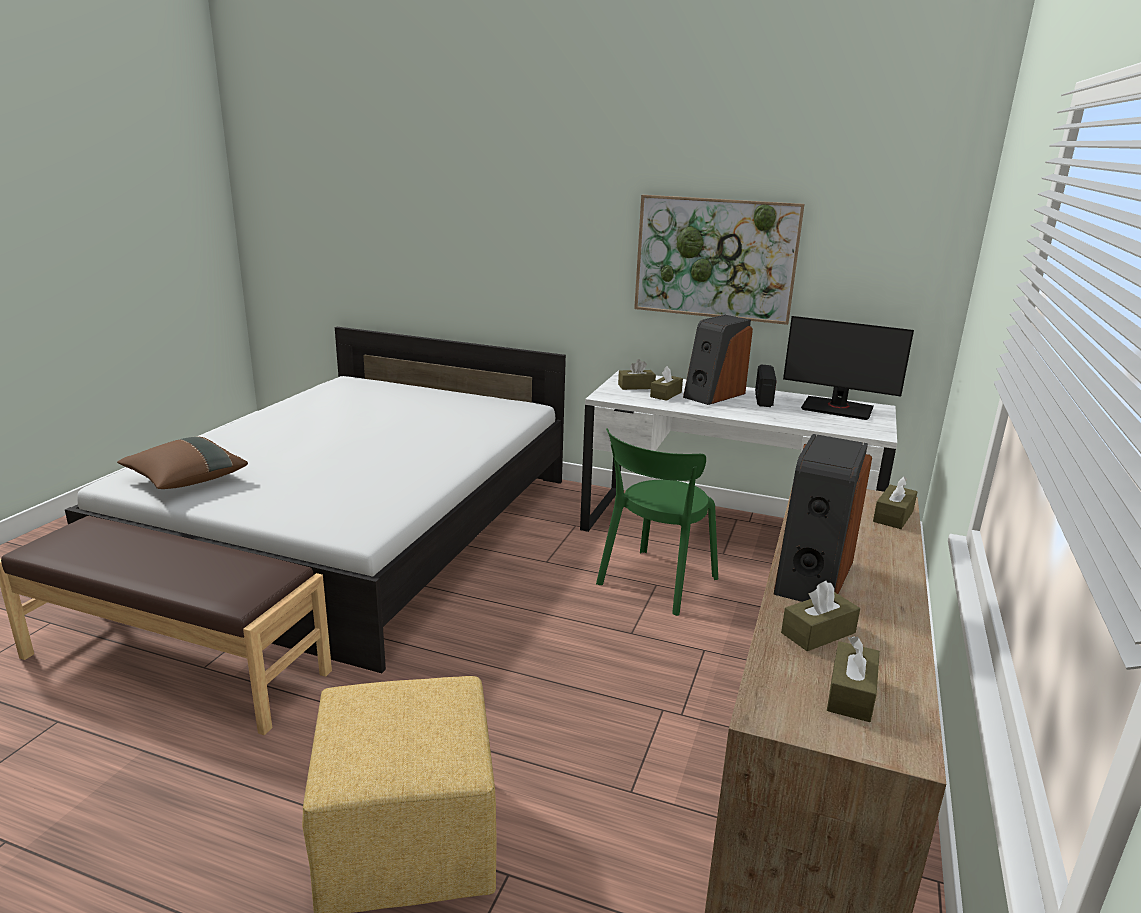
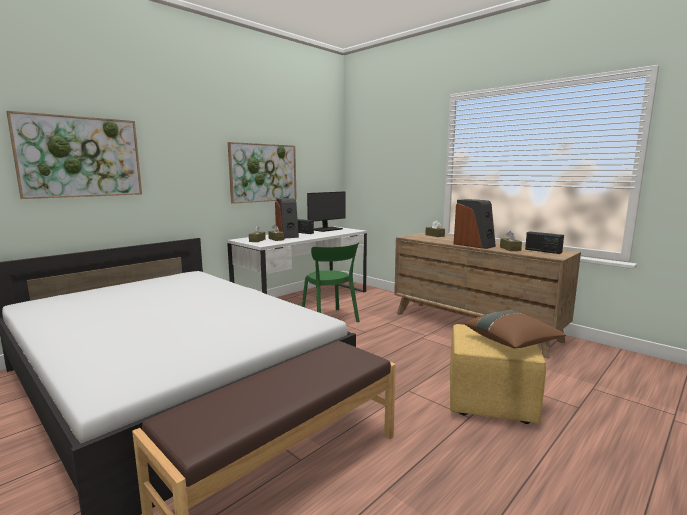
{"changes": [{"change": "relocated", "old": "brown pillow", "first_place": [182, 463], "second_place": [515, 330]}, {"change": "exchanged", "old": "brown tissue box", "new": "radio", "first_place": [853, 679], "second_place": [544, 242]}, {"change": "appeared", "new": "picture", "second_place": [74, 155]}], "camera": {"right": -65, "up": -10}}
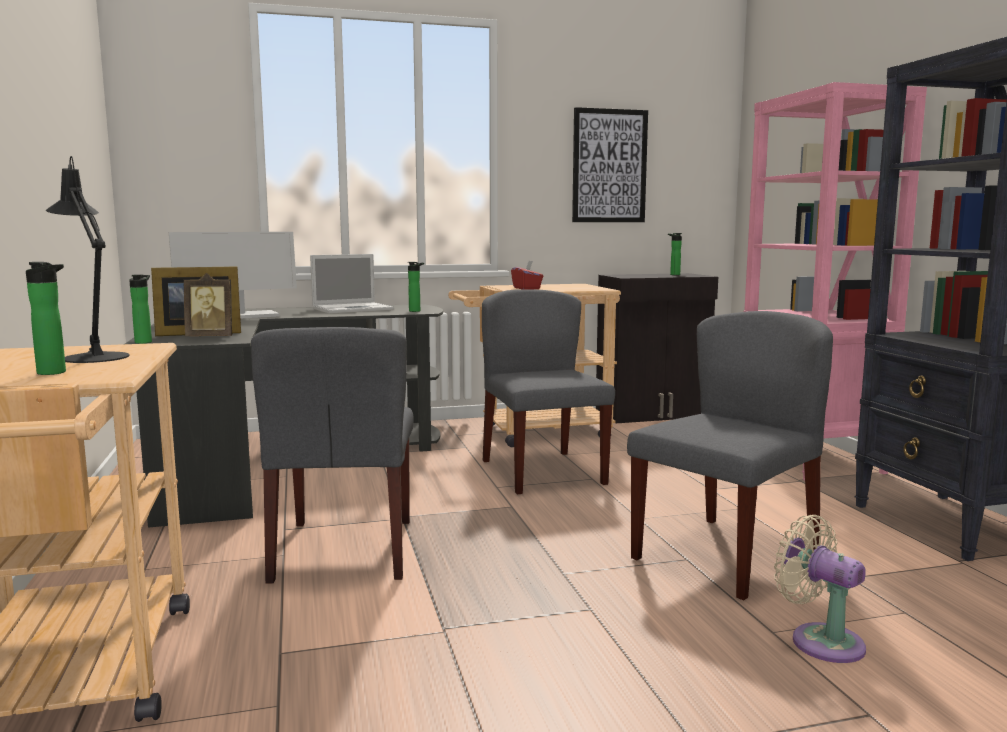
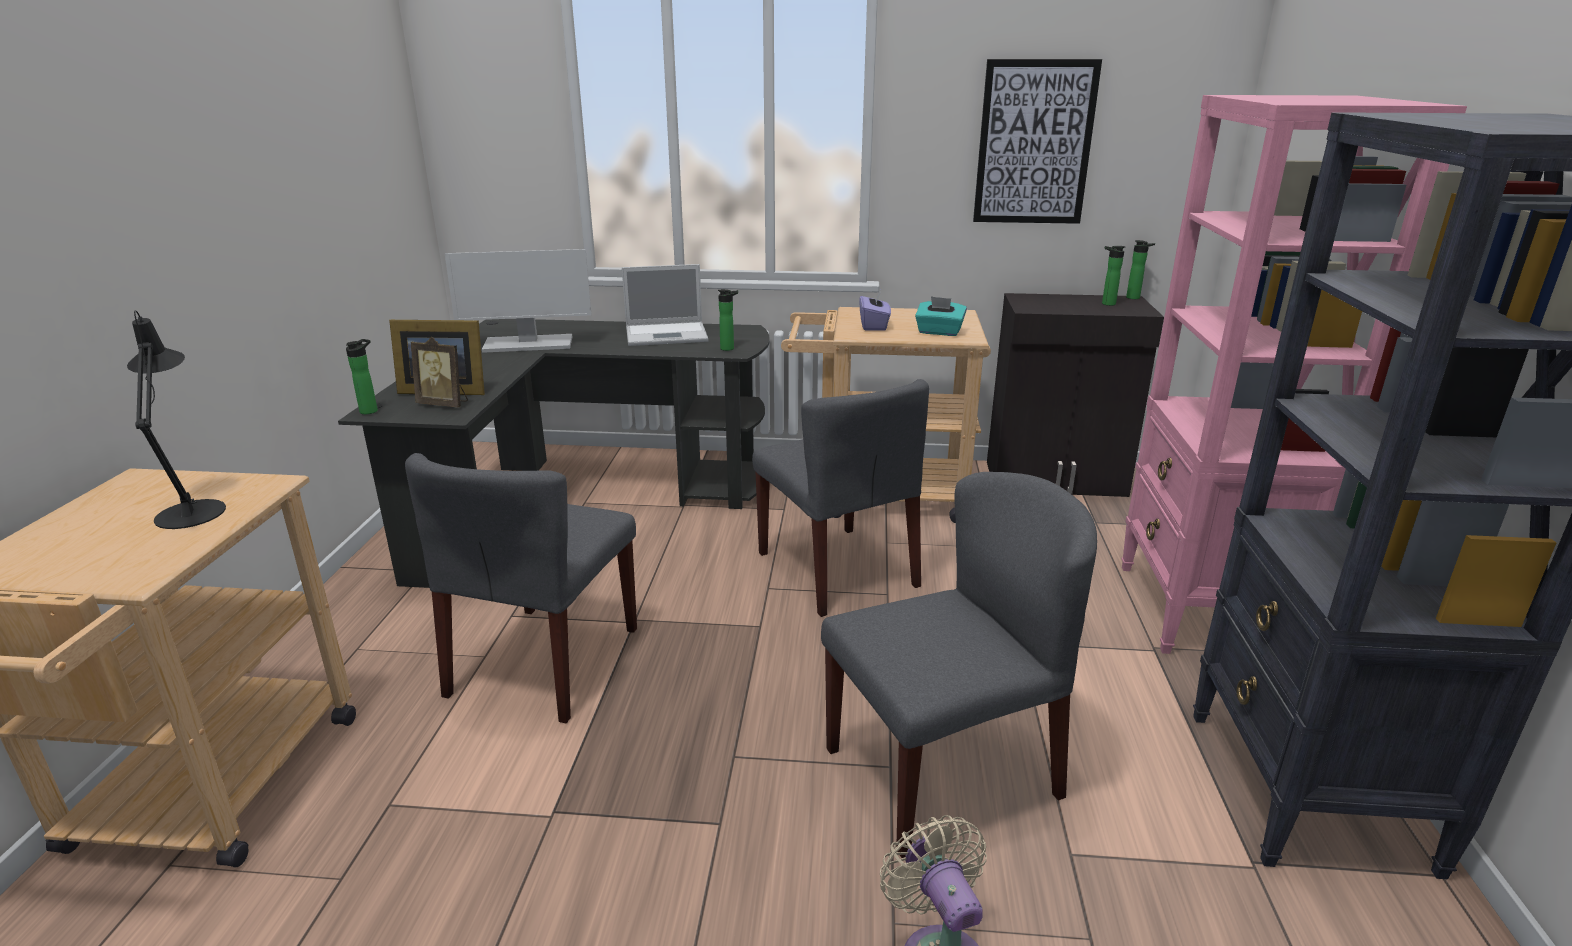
{"changes": [{"change": "relocated", "old": "bottle", "first_place": [46, 318], "second_place": [1140, 269]}, {"change": "spun", "old": "grey chair", "first_place": [548, 392], "second_place": [840, 498], "degrees": 150}, {"change": "colour", "old": "red tissue box", "new": "purple tissue box", "first_place": [527, 275], "second_place": [875, 310]}, {"change": "appeared", "new": "turquoise tissue box", "second_place": [941, 316]}], "camera": {"right": 20, "up": 15}}
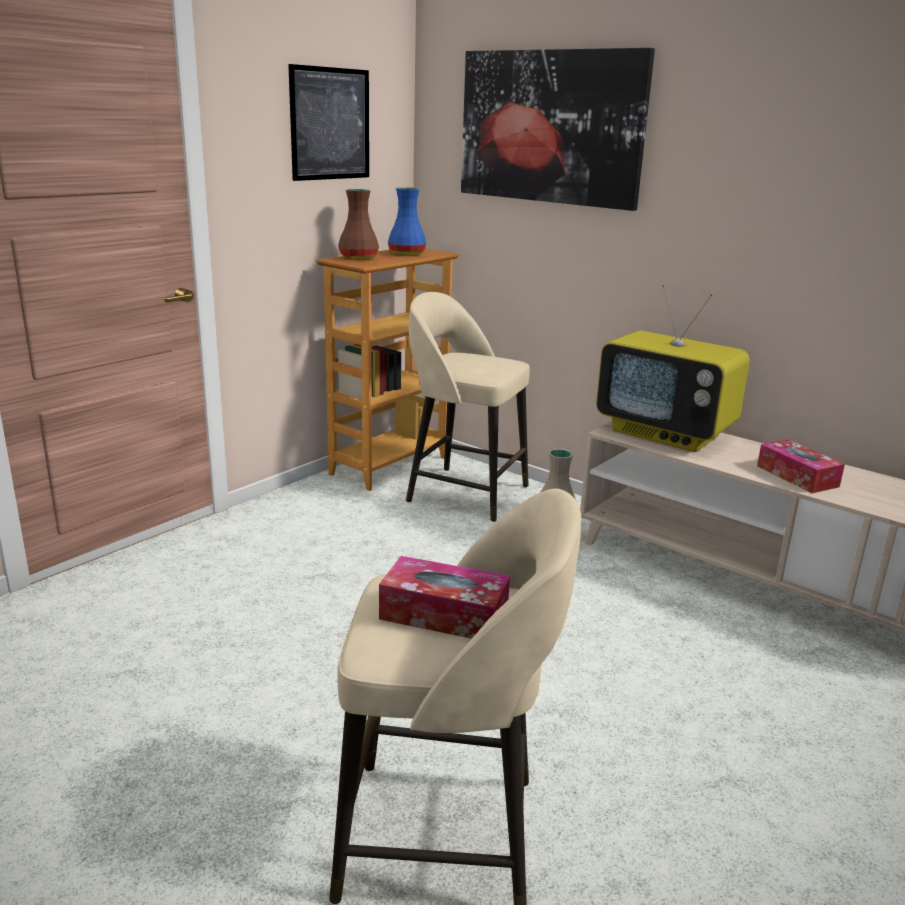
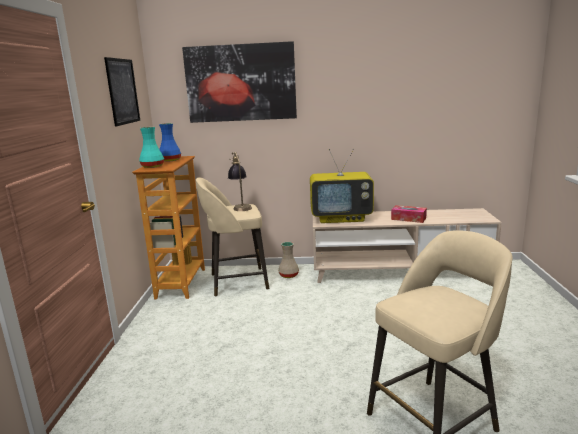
{"changes": [{"change": "colour", "old": "brown vase", "new": "turquoise vase", "first_place": [358, 224], "second_place": [151, 147]}, {"change": "missing", "old": "tissue box", "first_place": [444, 597]}, {"change": "appeared", "new": "table lamp", "second_place": [240, 181]}], "camera": {"right": -35, "up": -5}}
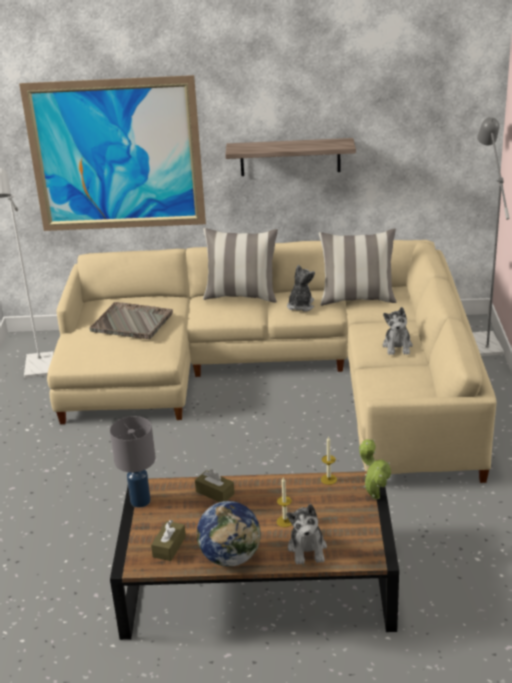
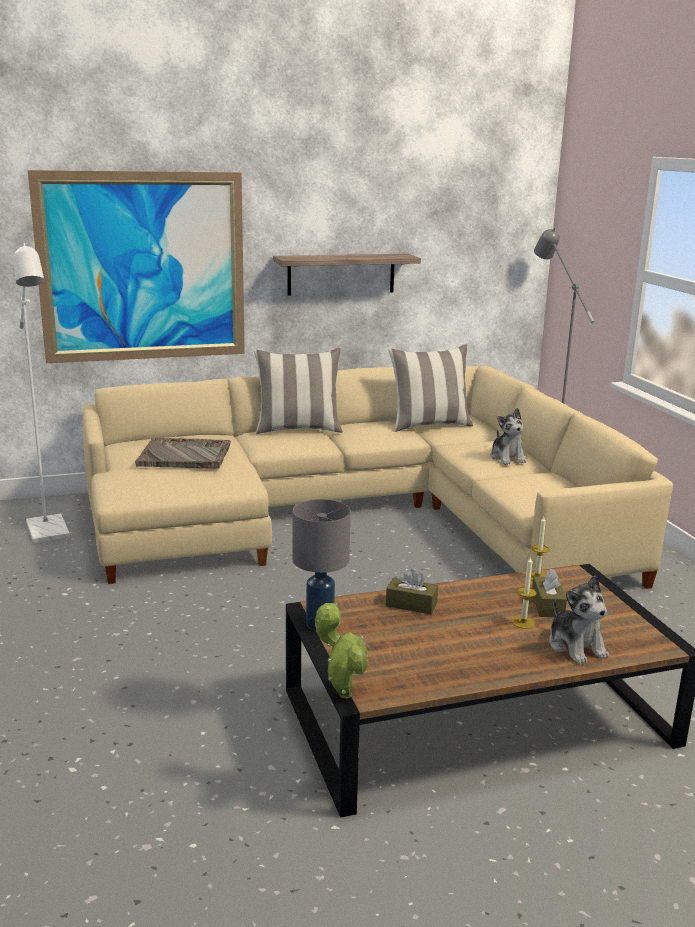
{"changes": [{"change": "relocated", "old": "brown tissue box", "first_place": [168, 540], "second_place": [549, 593]}, {"change": "missing", "old": "globe", "first_place": [229, 534]}, {"change": "missing", "old": "plush toy", "first_place": [301, 288]}, {"change": "relocated", "old": "potted plant", "first_place": [375, 469], "second_place": [341, 651]}], "camera": {"right": -20, "up": -10}}
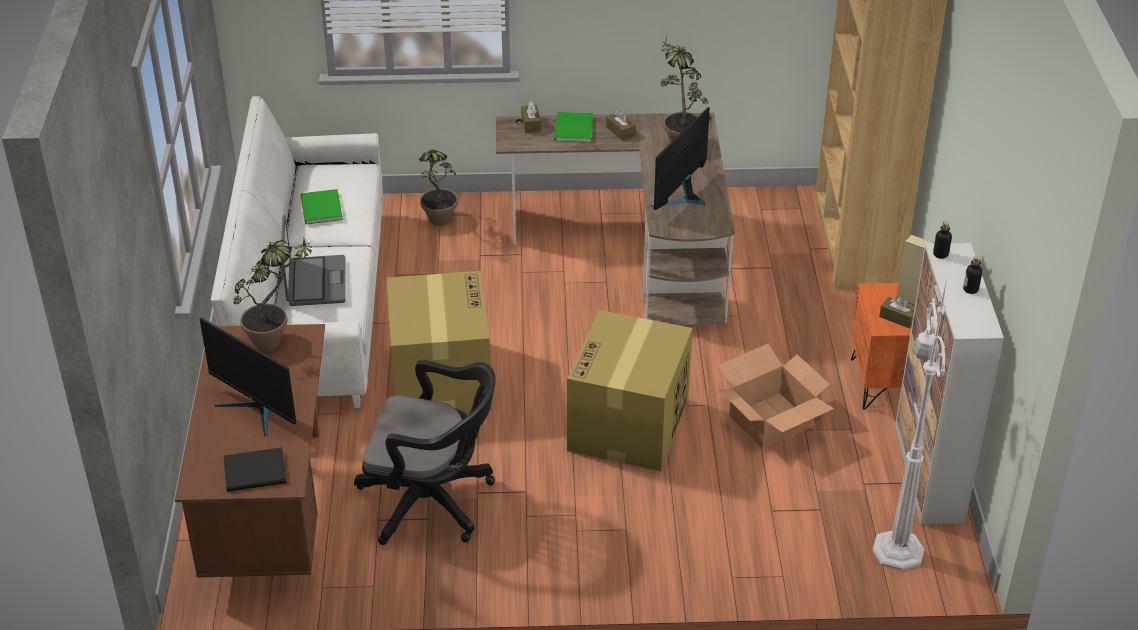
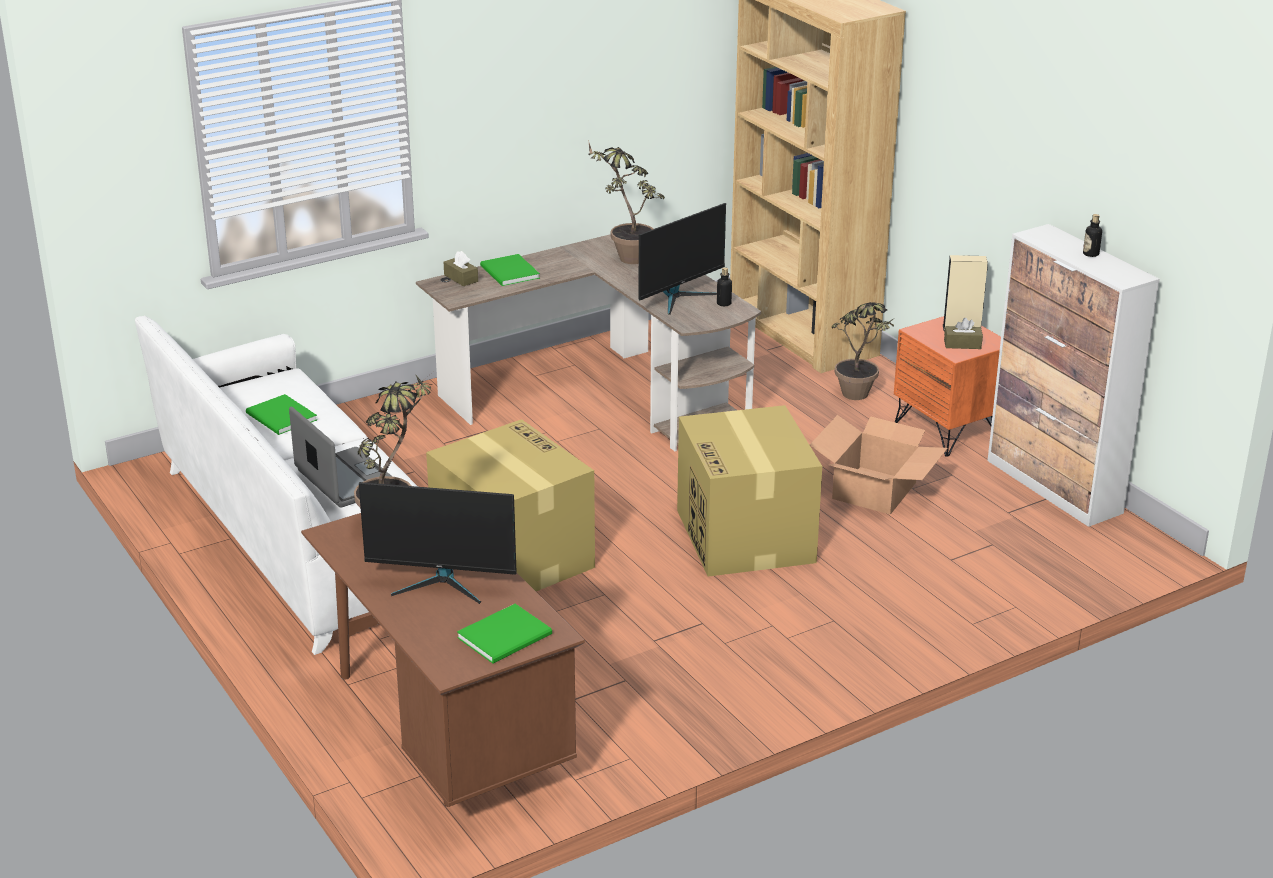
{"changes": [{"change": "colour", "old": "black book", "new": "green book", "first_place": [255, 469], "second_place": [504, 633]}, {"change": "missing", "old": "black office chair", "first_place": [425, 452]}, {"change": "relocated", "old": "potted plant", "first_place": [438, 187], "second_place": [863, 351]}, {"change": "missing", "old": "brown tissue box", "first_place": [621, 125]}, {"change": "spun", "old": "monitor", "first_place": [680, 158], "second_place": [682, 259], "degrees": -135}, {"change": "missing", "old": "white floor lamp", "first_place": [909, 425]}, {"change": "relocated", "old": "bottle", "first_place": [942, 240], "second_place": [724, 286]}], "camera": {"right": -30, "up": -10}}
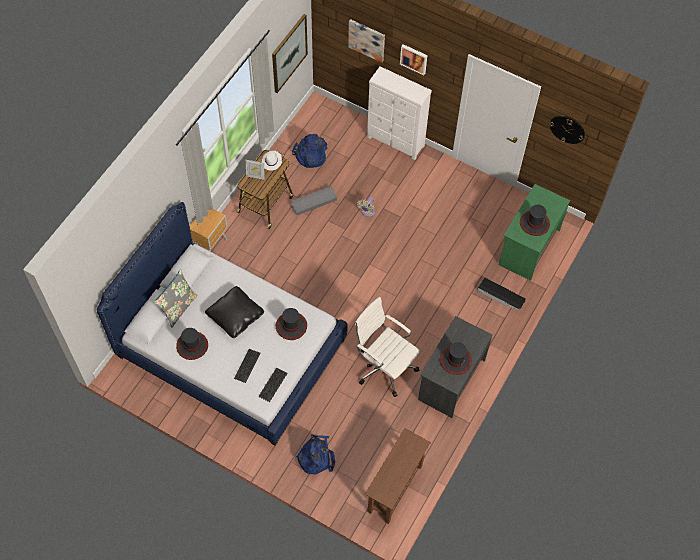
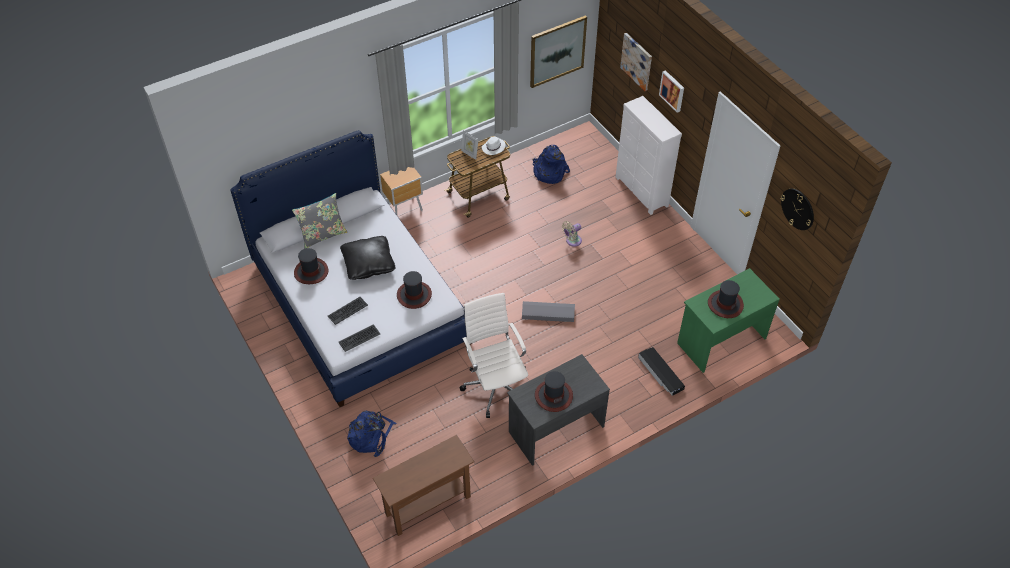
{"changes": [{"change": "relocated", "old": "grey storage box", "first_place": [314, 201], "second_place": [548, 311]}], "camera": {"right": 30, "up": -10}}
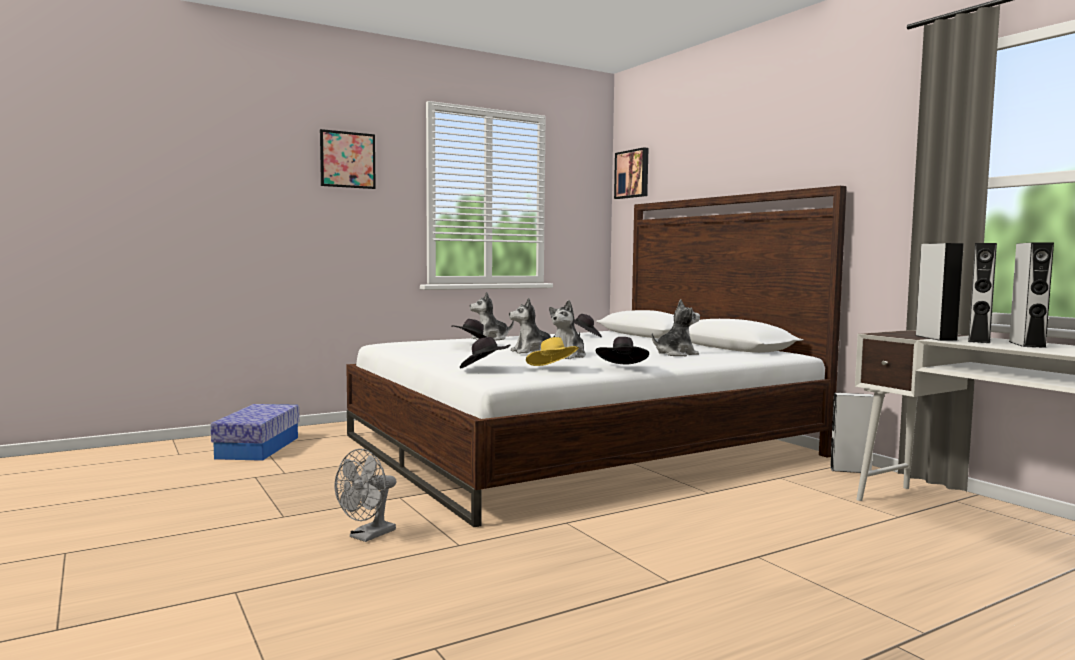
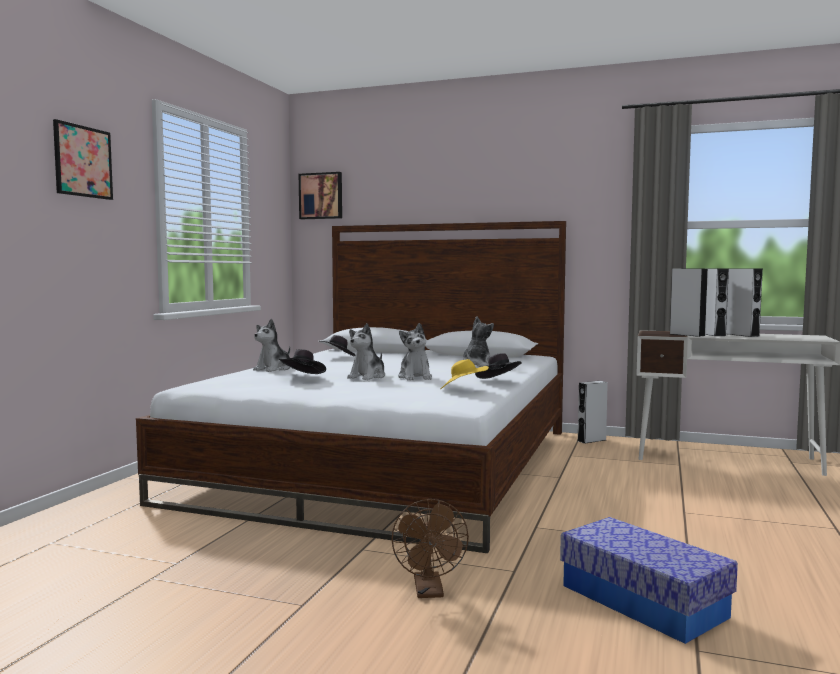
{"changes": [{"change": "relocated", "old": "storage box", "first_place": [255, 432], "second_place": [649, 580]}, {"change": "colour", "old": "grey fan", "new": "brown fan", "first_place": [365, 495], "second_place": [430, 548]}, {"change": "missing", "old": "black hat", "first_place": [485, 352]}], "camera": {"right": -40, "up": 0}}
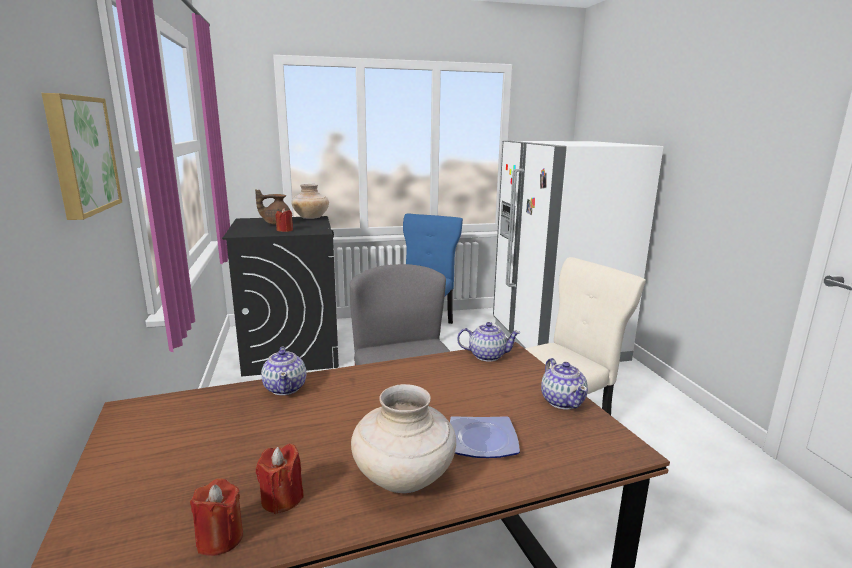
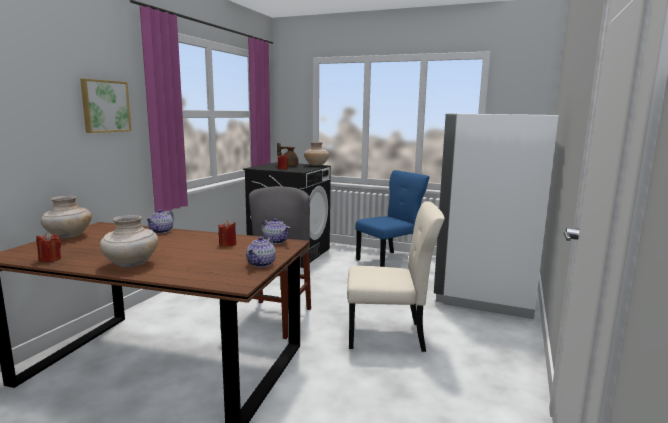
{"changes": [{"change": "relocated", "old": "red candle", "first_place": [280, 479], "second_place": [227, 233]}, {"change": "missing", "old": "plate", "first_place": [485, 437]}, {"change": "appeared", "new": "beige vase", "second_place": [66, 217]}], "camera": {"right": 35, "up": -5}}
